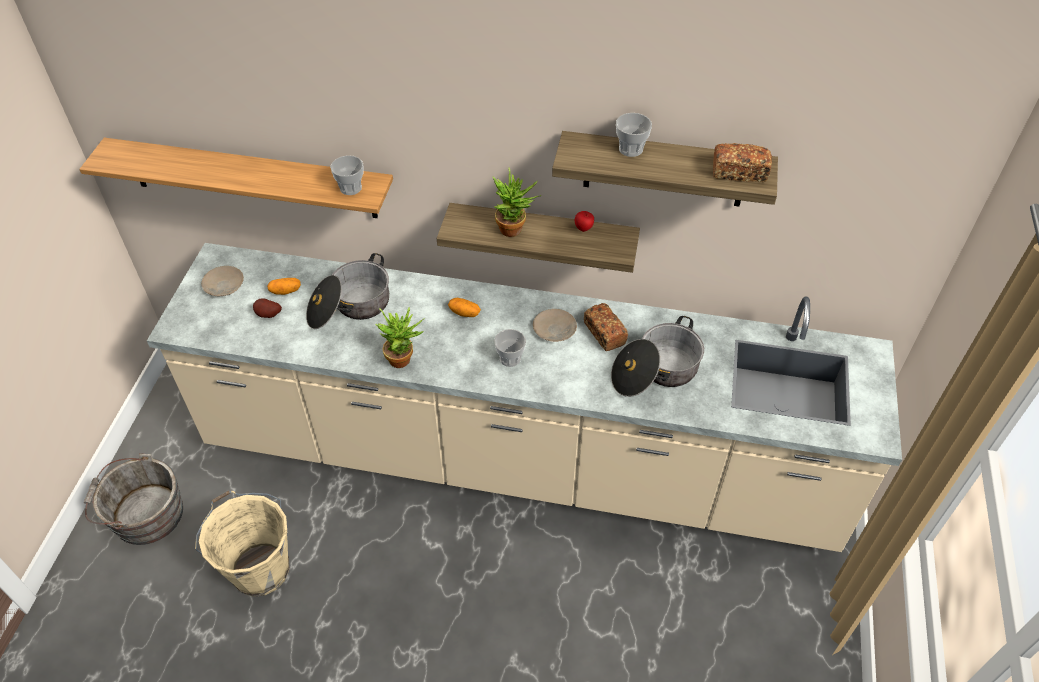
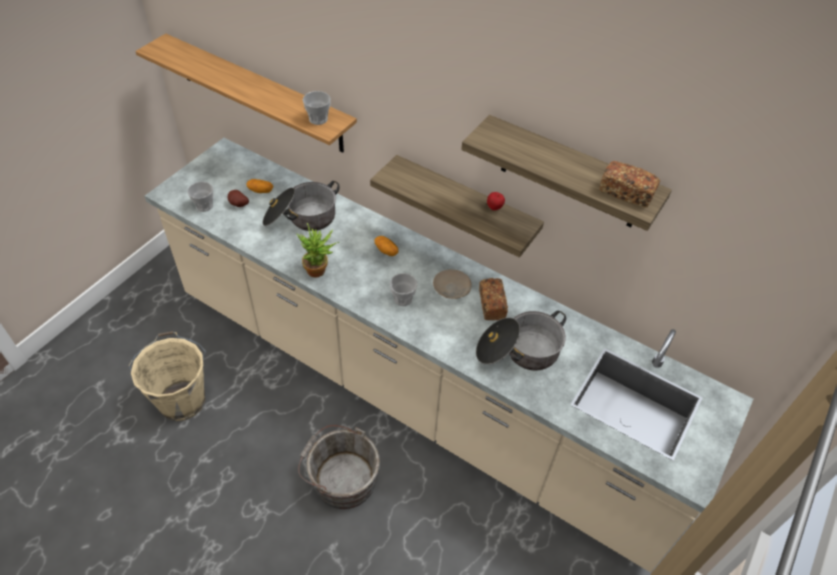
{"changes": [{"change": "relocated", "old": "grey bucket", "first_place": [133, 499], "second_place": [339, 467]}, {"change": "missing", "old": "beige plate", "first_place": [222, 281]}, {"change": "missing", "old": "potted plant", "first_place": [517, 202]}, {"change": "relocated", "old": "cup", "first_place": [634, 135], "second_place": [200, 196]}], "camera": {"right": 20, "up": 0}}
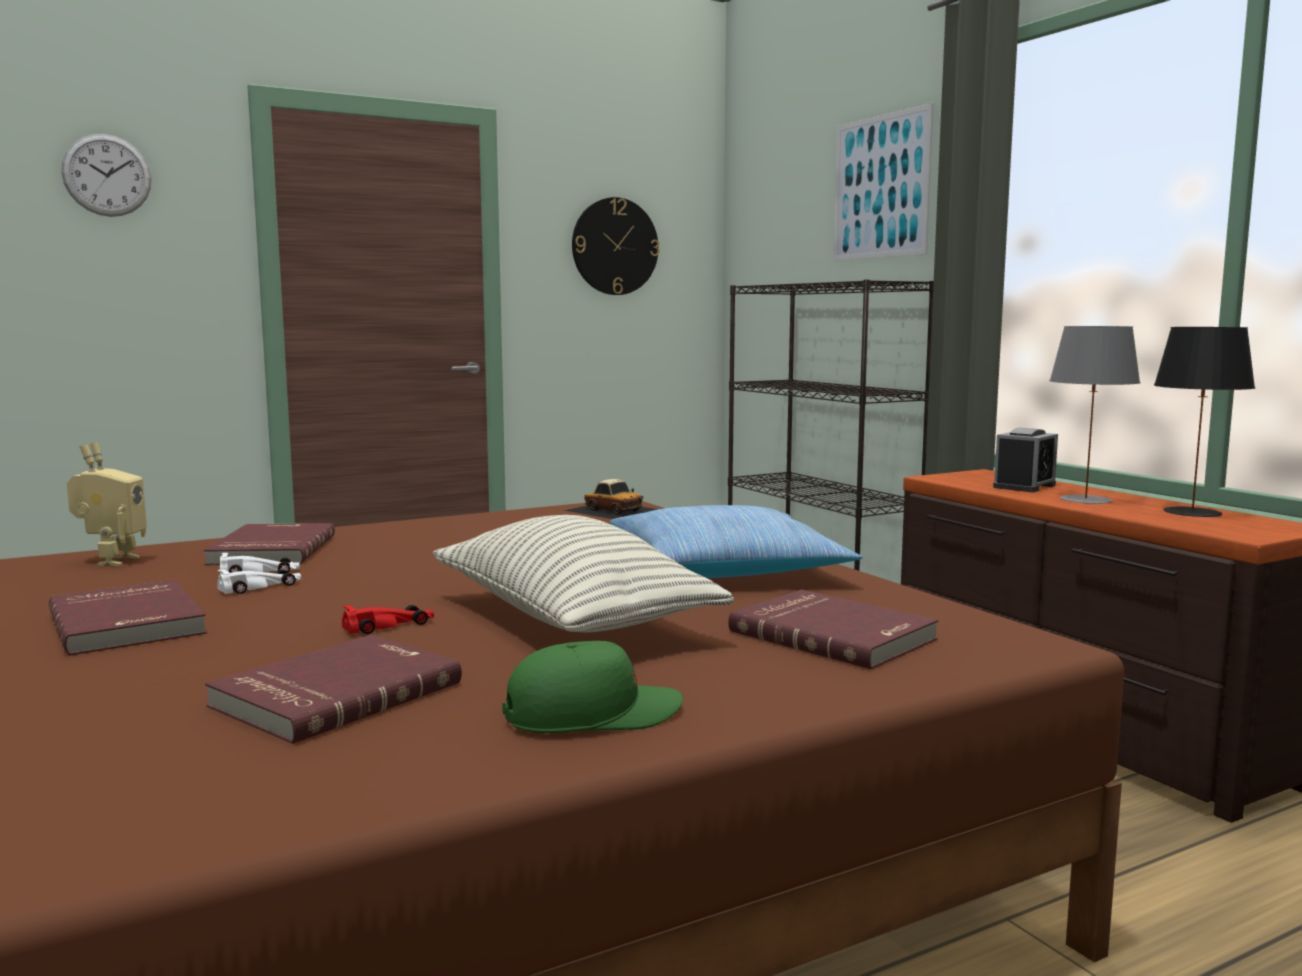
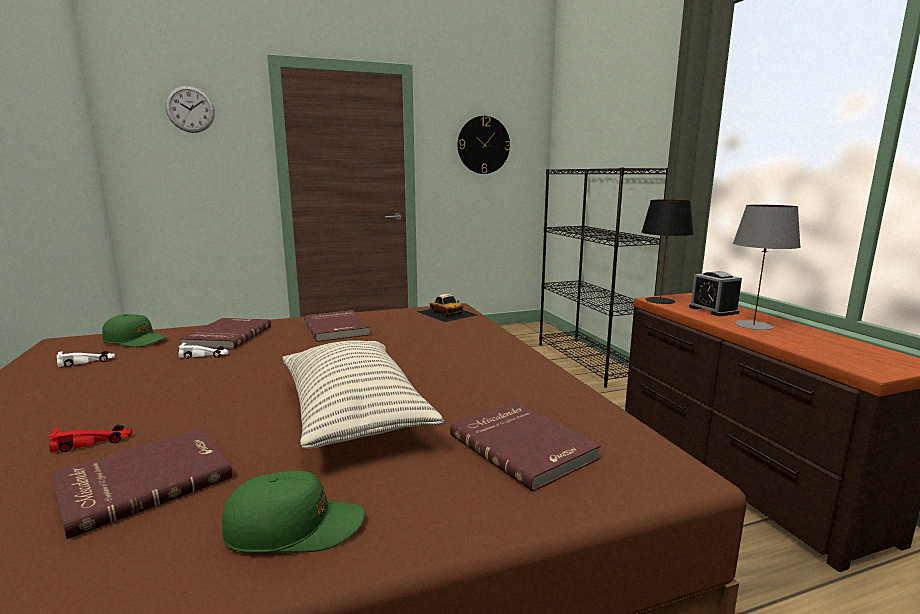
{"changes": [{"change": "relocated", "old": "red book", "first_place": [128, 617], "second_place": [337, 326]}, {"change": "exchanged", "old": "toy robot", "new": "green cap", "first_place": [107, 504], "second_place": [134, 330]}, {"change": "relocated", "old": "white toy car", "first_place": [259, 581], "second_place": [85, 359]}, {"change": "relocated", "old": "red toy car", "first_place": [388, 619], "second_place": [90, 439]}, {"change": "missing", "old": "pillow", "first_place": [736, 541]}, {"change": "missing", "old": "picture", "first_place": [883, 182]}, {"change": "spun", "old": "alarm clock", "first_place": [1025, 460], "second_place": [715, 293], "degrees": 105}, {"change": "relocated", "old": "black table lamp", "first_place": [1204, 422], "second_place": [667, 252]}], "camera": {"right": 10, "up": 5}}
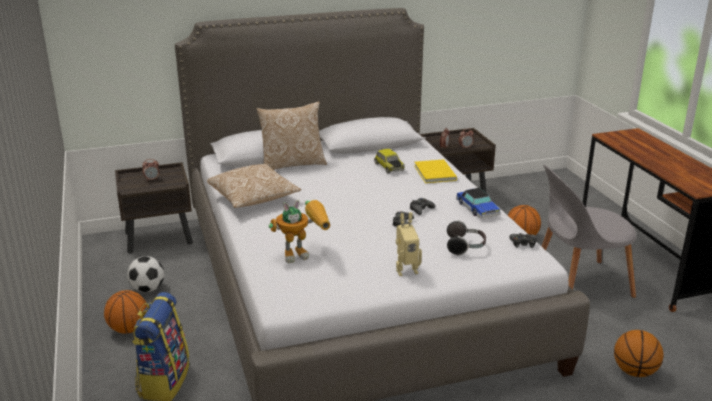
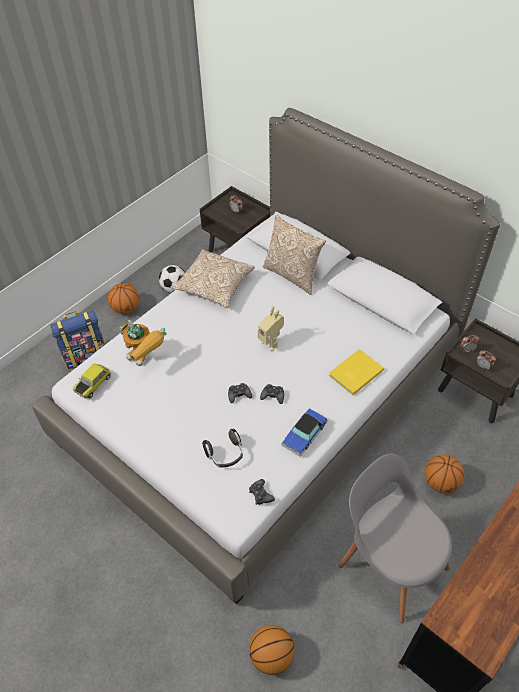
{"changes": [{"change": "relocated", "old": "toy car", "first_place": [389, 161], "second_place": [92, 381]}, {"change": "relocated", "old": "toy robot", "first_place": [409, 244], "second_place": [271, 328]}], "camera": {"right": 60, "up": 25}}
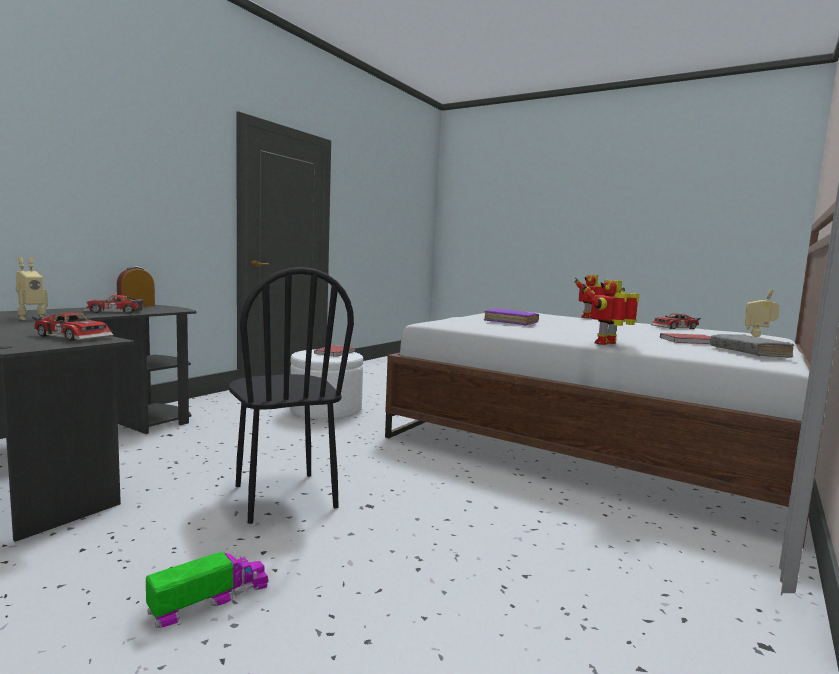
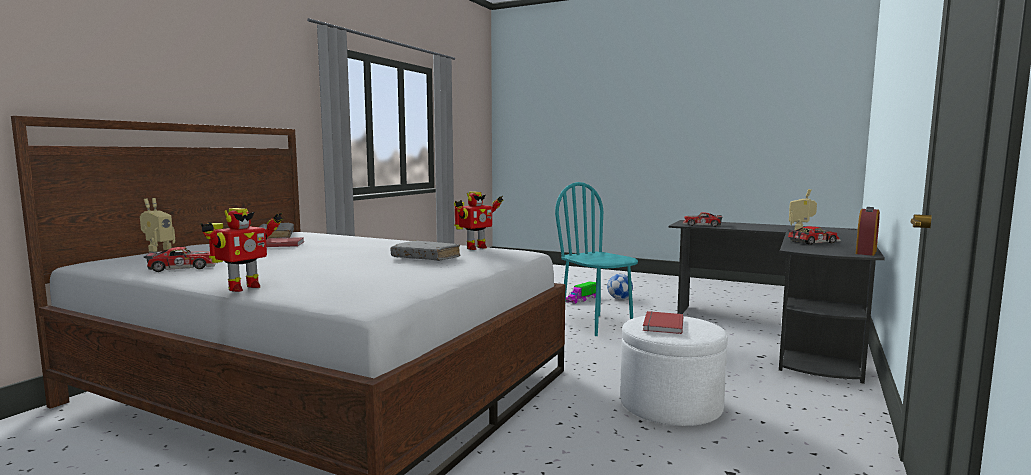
{"changes": [{"change": "colour", "old": "black chair", "new": "turquoise chair", "first_place": [291, 395], "second_place": [596, 259]}, {"change": "colour", "old": "purple book", "new": "grey book", "first_place": [511, 317], "second_place": [425, 250]}, {"change": "relocated", "old": "toy robot", "first_place": [611, 312], "second_place": [478, 220]}, {"change": "appeared", "new": "football", "second_place": [620, 286]}], "camera": {"right": 175, "up": 0}}
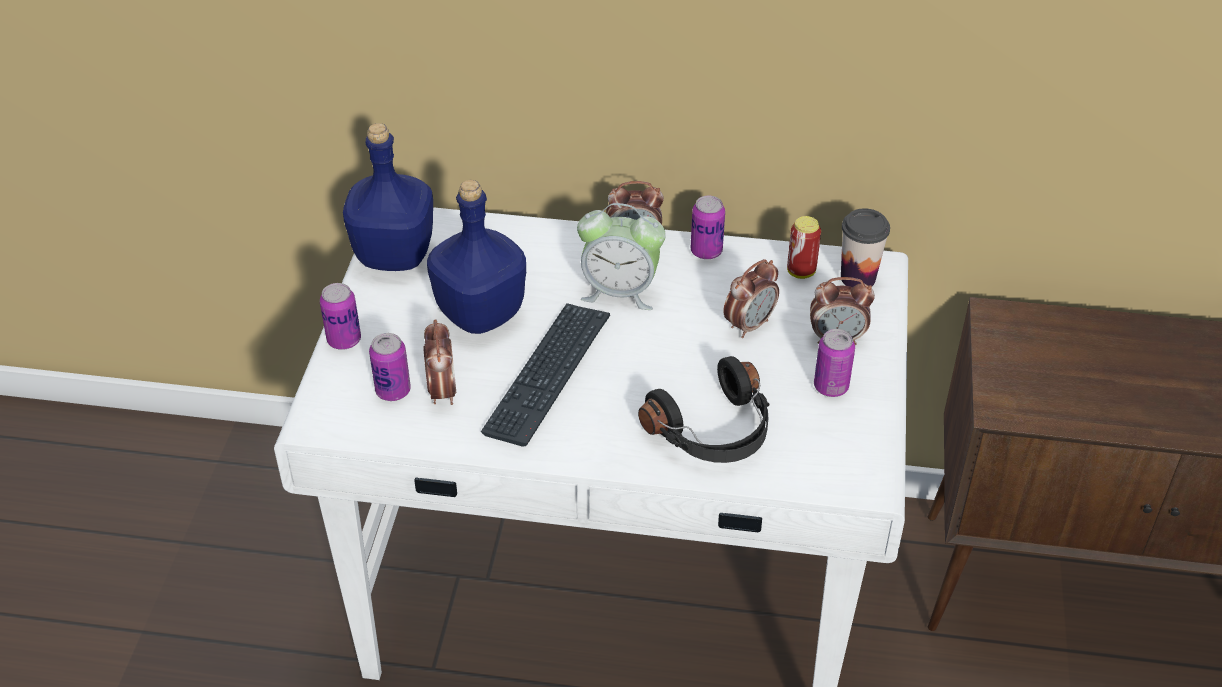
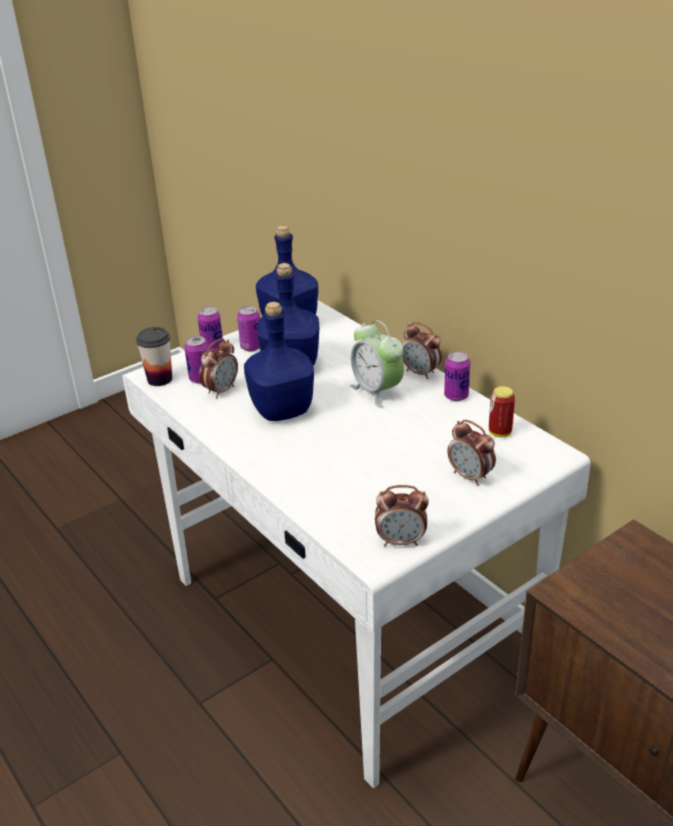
{"changes": [{"change": "exchanged", "old": "keyboard", "new": "blue bottle", "first_place": [545, 375], "second_place": [279, 361]}, {"change": "missing", "old": "black headphones", "first_place": [704, 409]}, {"change": "relocated", "old": "alarm clock", "first_place": [751, 298], "second_place": [402, 515]}, {"change": "relocated", "old": "can", "first_place": [834, 363], "second_place": [248, 329]}, {"change": "relocated", "old": "cup", "first_place": [865, 247], "second_place": [154, 356]}], "camera": {"right": 45, "up": -10}}
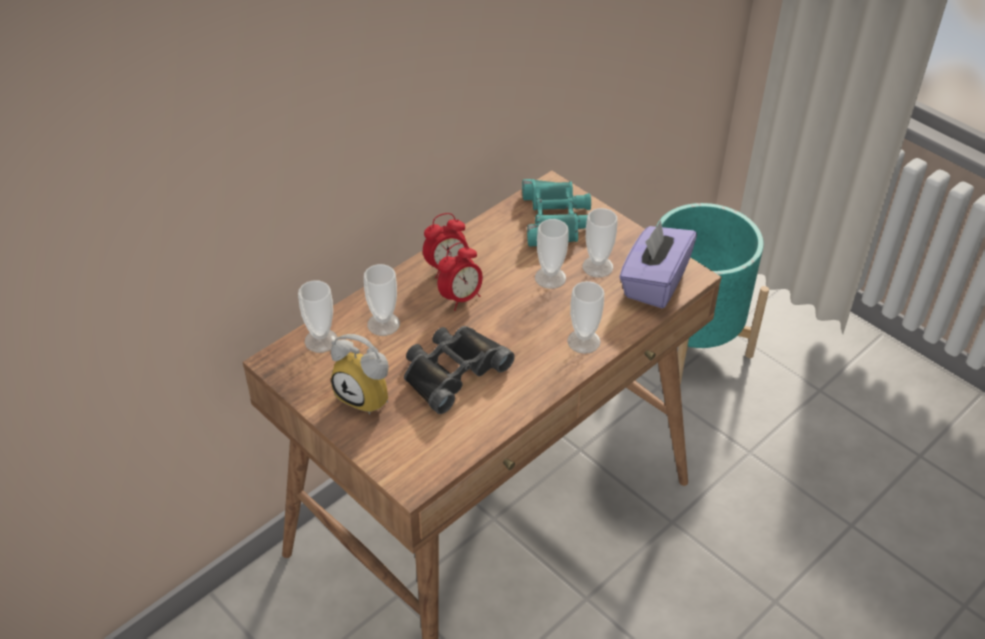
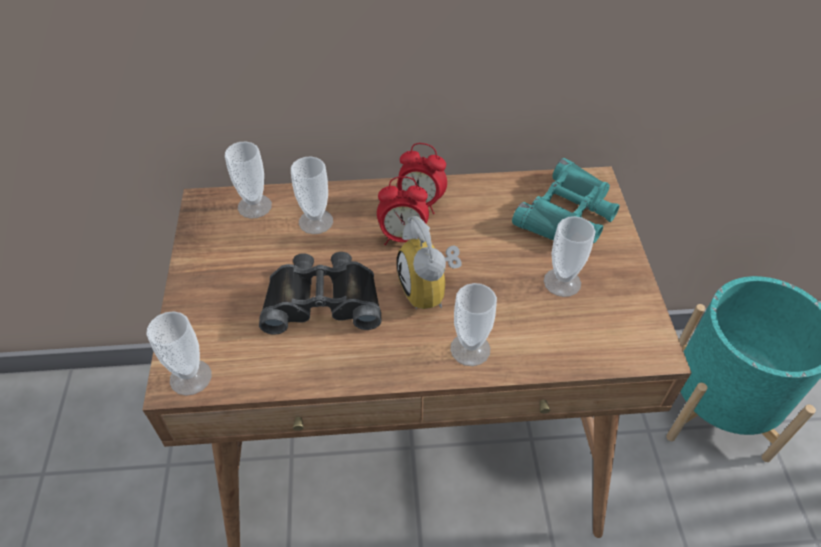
{"changes": [{"change": "relocated", "old": "alarm clock", "first_place": [360, 374], "second_place": [429, 262]}, {"change": "relocated", "old": "cup", "first_place": [552, 254], "second_place": [179, 353]}, {"change": "missing", "old": "purple tissue box", "first_place": [658, 264]}], "camera": {"right": 40, "up": 5}}
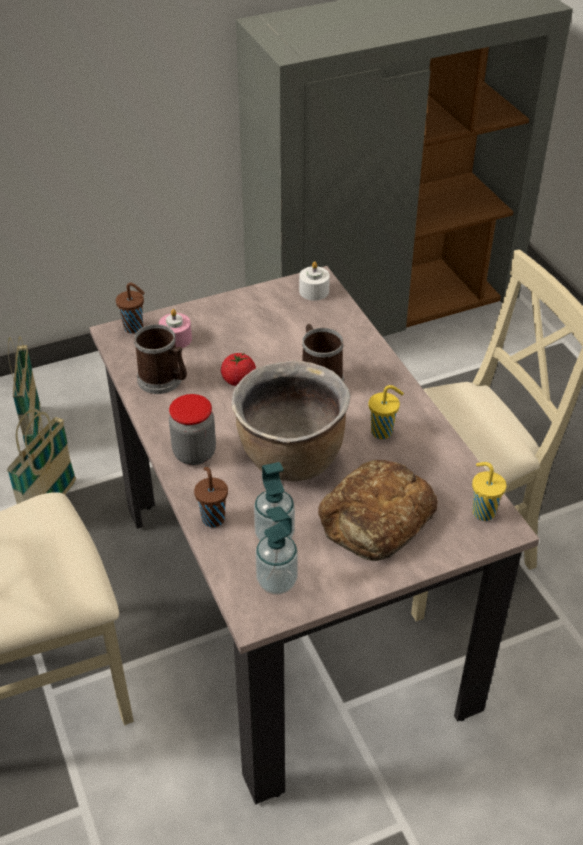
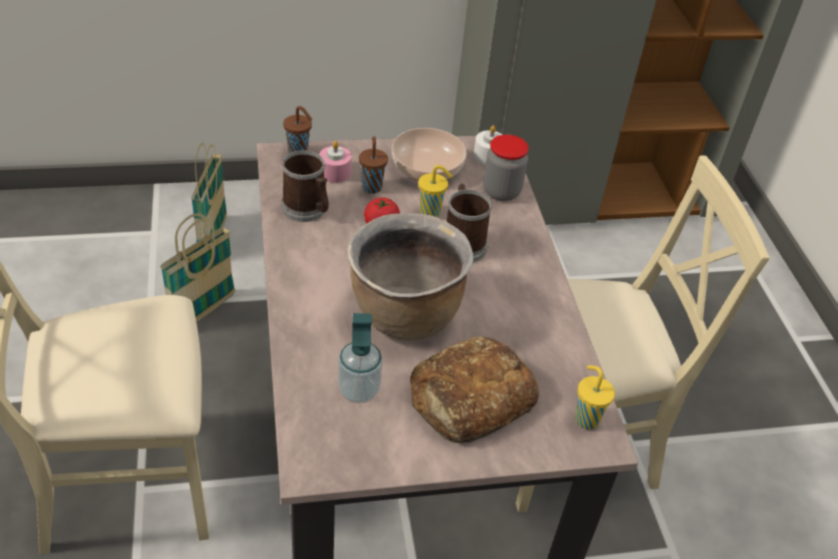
{"changes": [{"change": "relocated", "old": "jar", "first_place": [192, 429], "second_place": [506, 168]}, {"change": "relocated", "old": "brown cup", "first_place": [211, 497], "second_place": [373, 165]}, {"change": "missing", "old": "soap dispenser", "first_place": [277, 550]}, {"change": "relocated", "old": "yellow cup", "first_place": [386, 412], "second_place": [435, 191]}, {"change": "appeared", "new": "bowl", "second_place": [428, 154]}], "camera": {"right": 10, "up": 0}}
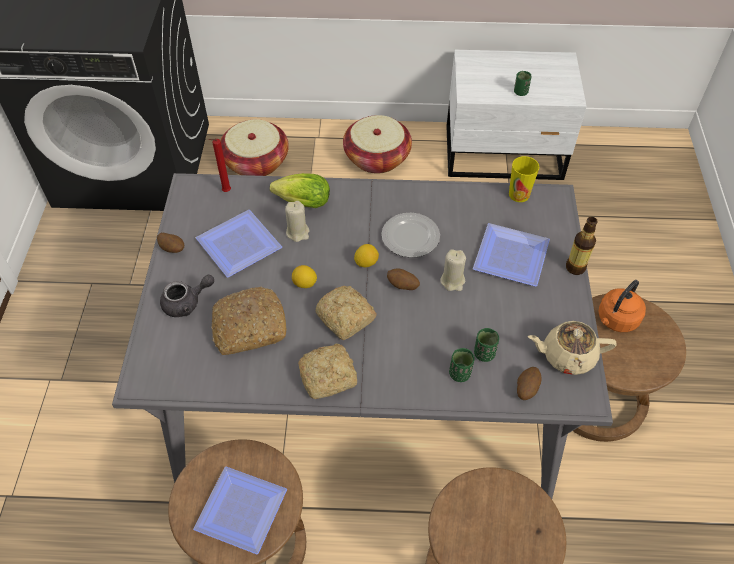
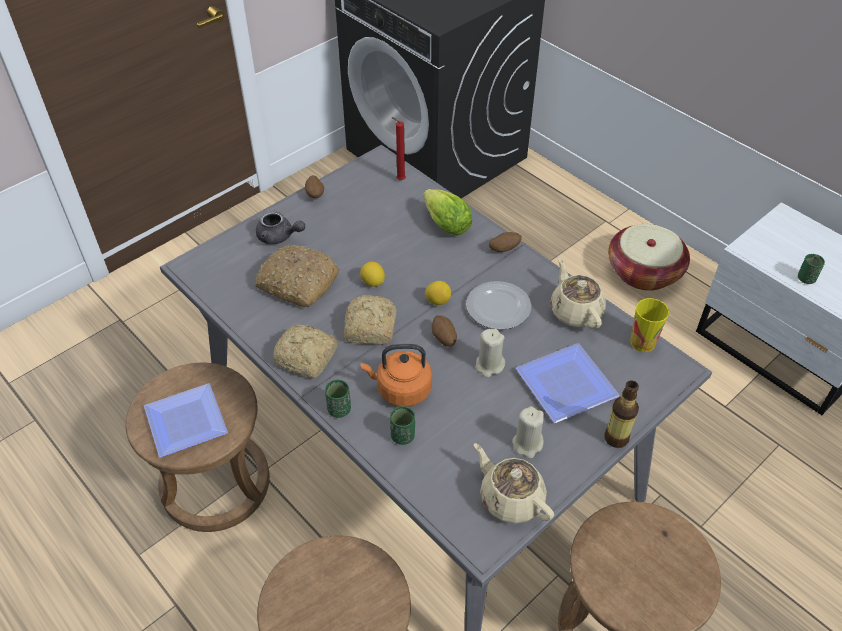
{"changes": [{"change": "missing", "old": "plate", "first_place": [239, 243]}, {"change": "missing", "old": "basket", "first_place": [254, 147]}, {"change": "relocated", "old": "beige candle", "first_place": [297, 221], "second_place": [528, 432]}, {"change": "relocated", "old": "green cup", "first_place": [486, 345], "second_place": [338, 399]}, {"change": "relocated", "old": "potato", "first_place": [529, 383], "second_place": [505, 242]}, {"change": "relocated", "old": "orange kettle", "first_place": [622, 306], "second_place": [396, 375]}, {"change": "appeared", "new": "beige teapot", "second_place": [578, 293]}], "camera": {"right": 45, "up": -5}}
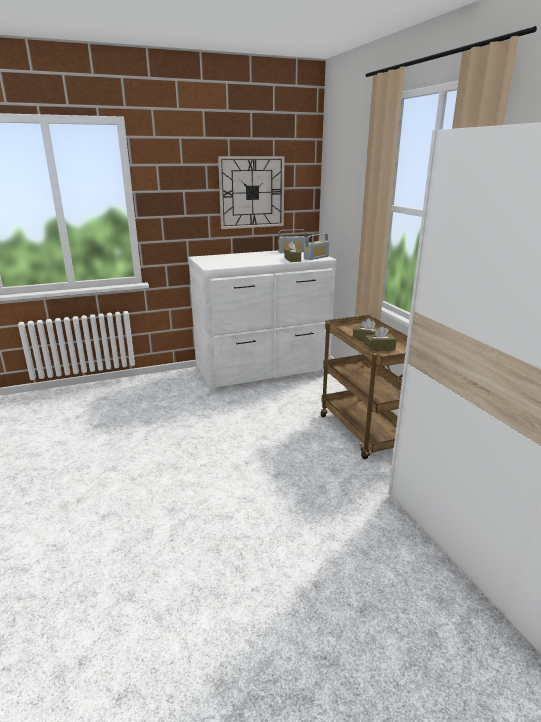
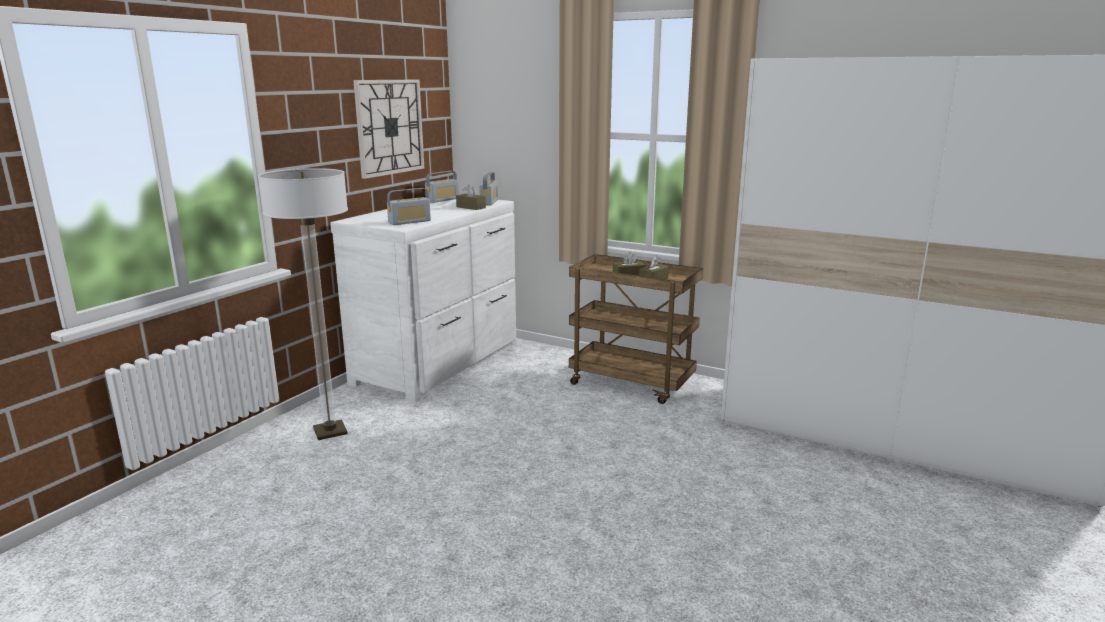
{"changes": [{"change": "appeared", "new": "floor lamp", "second_place": [303, 304]}, {"change": "appeared", "new": "radio", "second_place": [409, 206]}], "camera": {"right": -40, "up": -5}}
